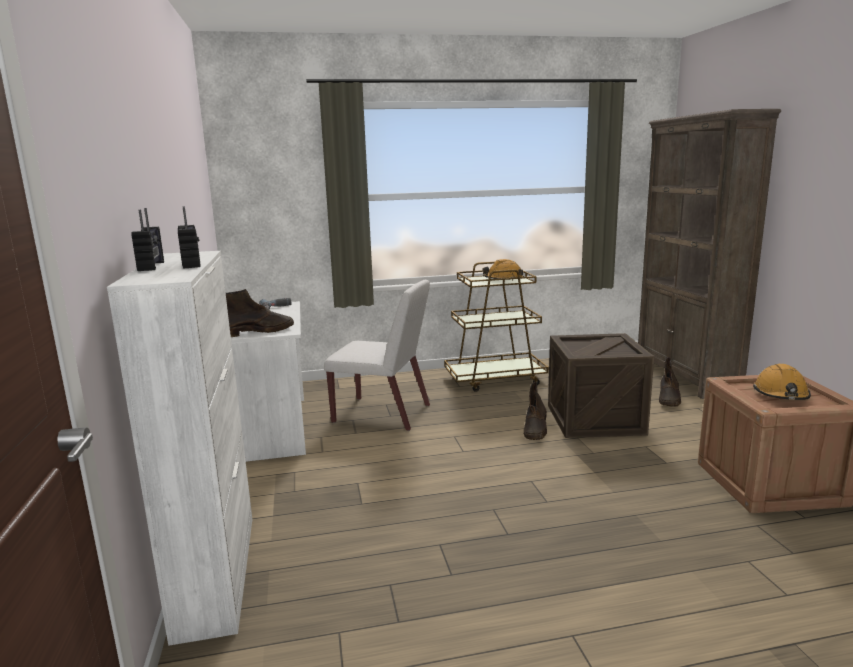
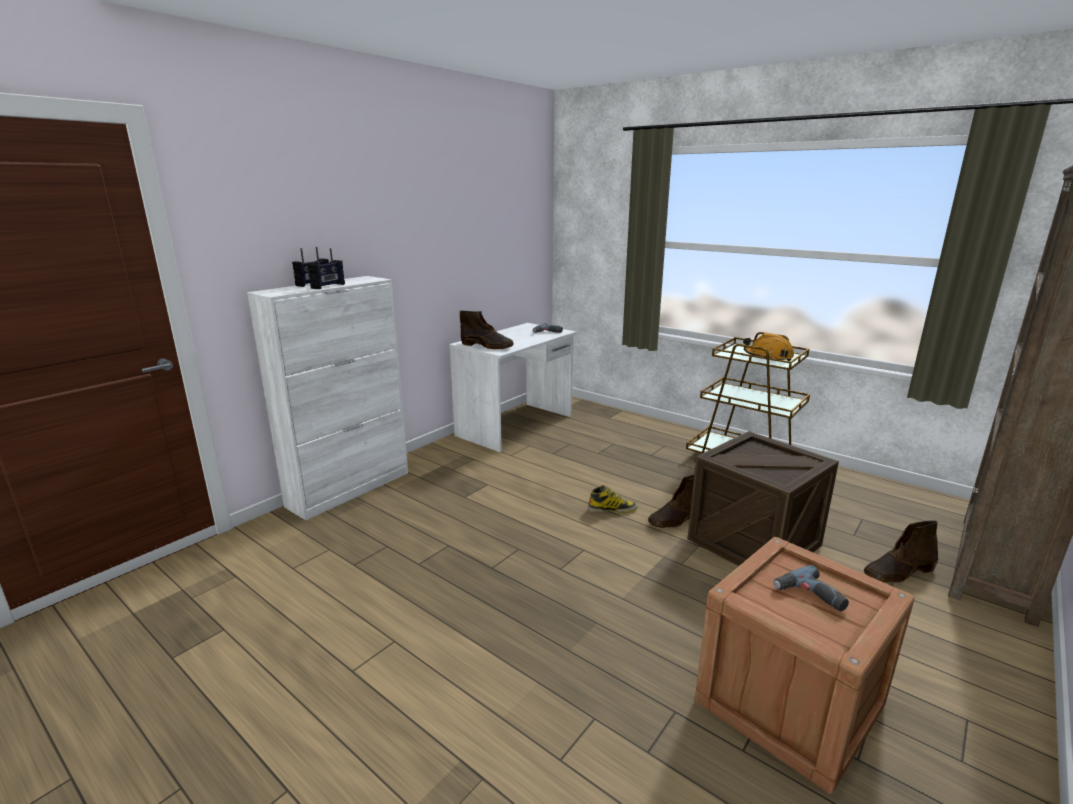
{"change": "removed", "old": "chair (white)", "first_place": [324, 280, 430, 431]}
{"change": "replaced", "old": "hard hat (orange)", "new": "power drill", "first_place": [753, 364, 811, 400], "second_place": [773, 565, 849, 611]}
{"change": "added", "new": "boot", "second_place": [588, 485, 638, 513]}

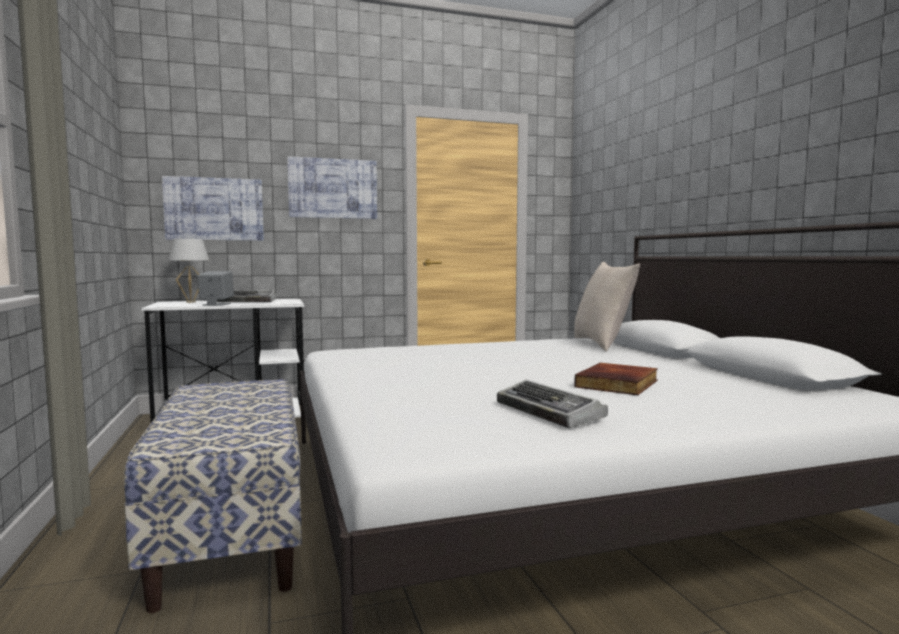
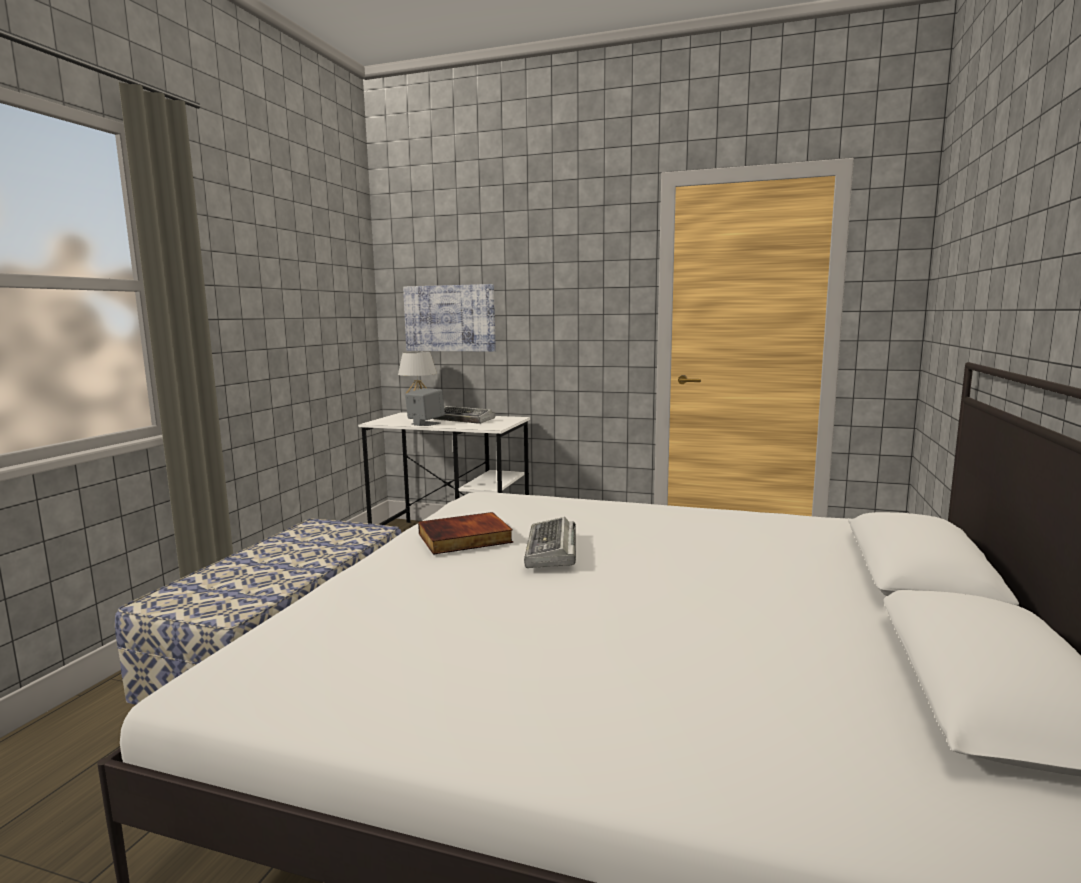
{"change": "removed", "old": "picture", "first_place": [287, 156, 377, 219]}
{"change": "removed", "old": "pillow (beige)", "first_place": [574, 262, 640, 352]}
{"change": "moved", "old": "book", "first_place": [574, 363, 658, 395], "second_place": [418, 512, 513, 555]}
{"change": "moved", "old": "keyboard", "first_place": [497, 379, 608, 428], "second_place": [524, 517, 576, 568]}

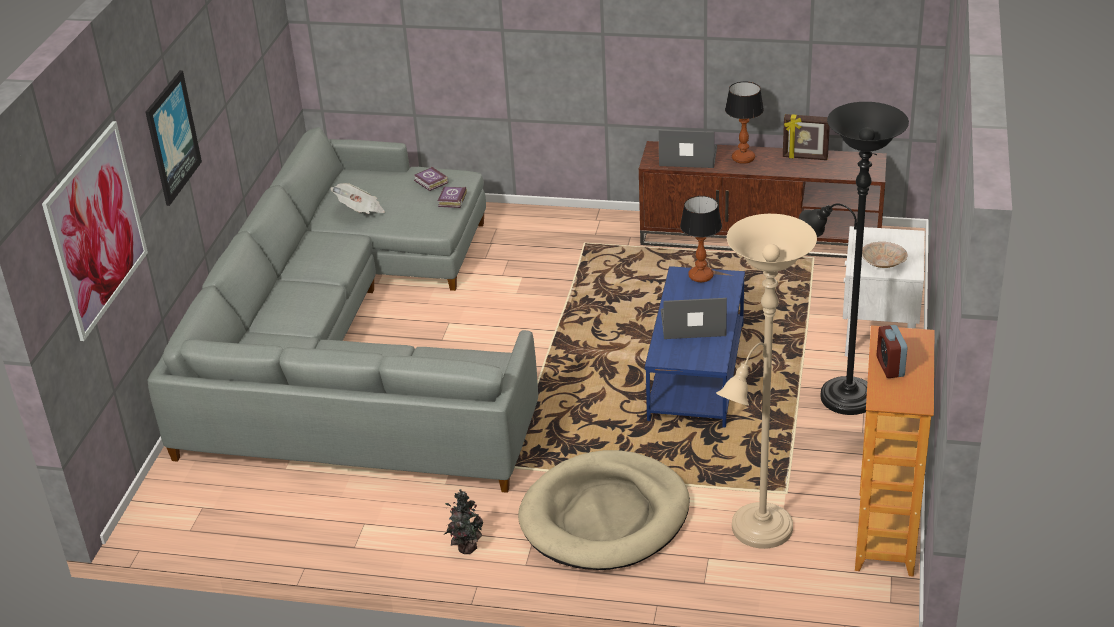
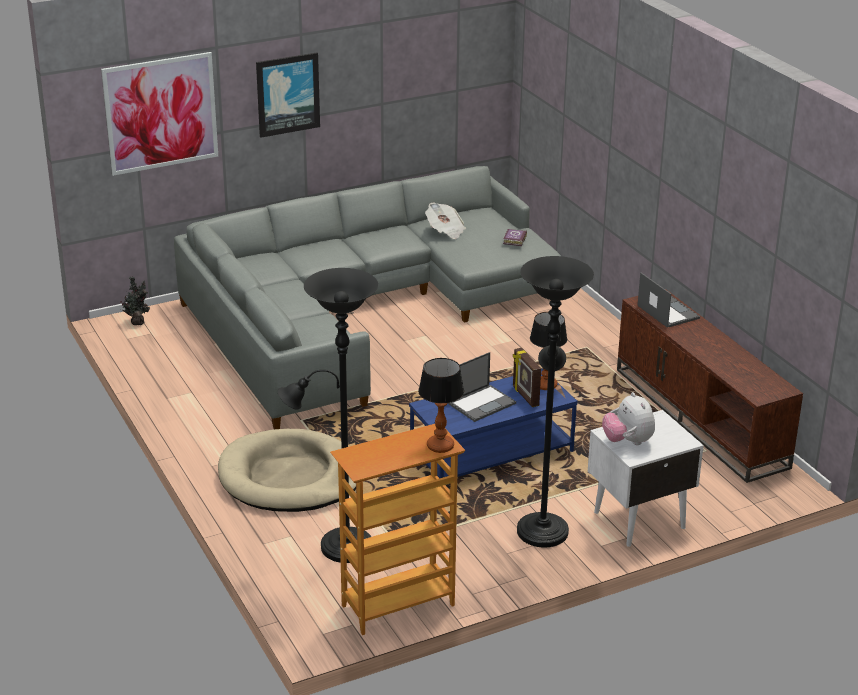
{"change": "moved", "old": "table lamp", "first_place": [725, 81, 764, 164], "second_place": [418, 358, 464, 453]}
{"change": "moved", "old": "picture frame", "first_place": [783, 114, 830, 160], "second_place": [513, 348, 541, 407]}
{"change": "removed", "old": "book", "first_place": [438, 187, 467, 208]}
{"change": "recoloured", "old": "floor lamp (beige)", "new": "floor lamp (black)", "first_place": [716, 214, 817, 549], "second_place": [278, 268, 378, 563]}
{"change": "replaced", "old": "bowl (beige)", "new": "plush toy", "first_place": [862, 242, 908, 268], "second_place": [602, 392, 655, 445]}
{"change": "turned", "old": "laptop", "first_place": [661, 298, 727, 339], "second_place": [447, 352, 516, 422], "degrees": 90}
{"change": "removed", "old": "alarm clock", "first_place": [877, 325, 907, 378]}
{"change": "moved", "old": "potted plant", "first_place": [443, 489, 483, 554], "second_place": [120, 277, 150, 325]}

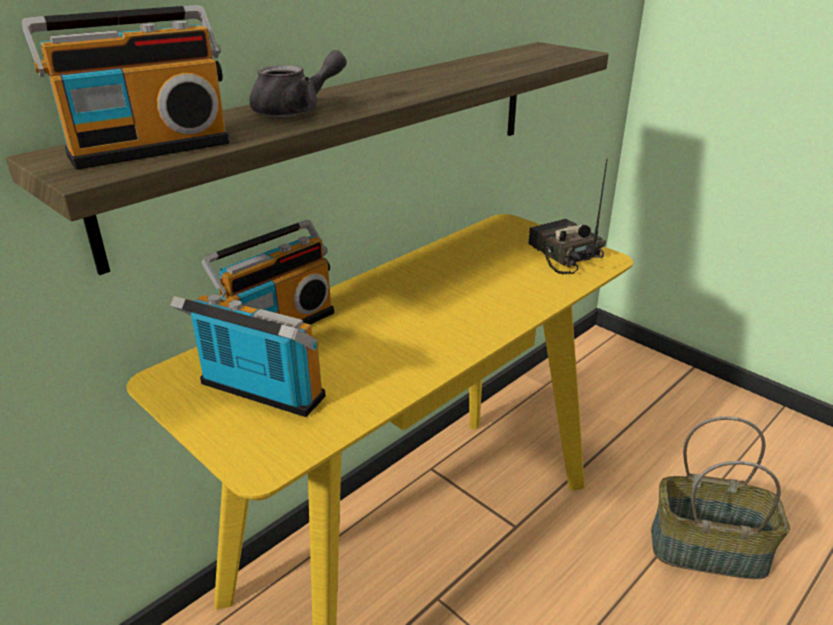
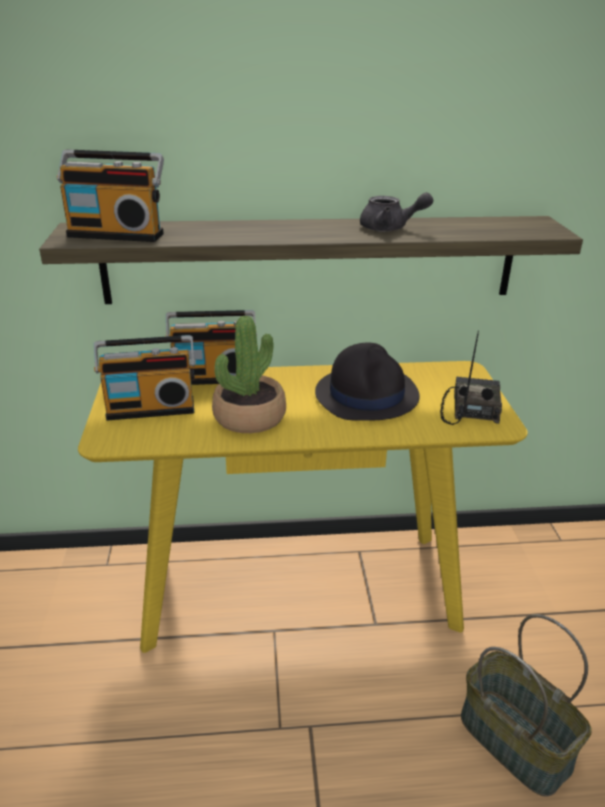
{"change": "moved", "old": "teapot (grey)", "first_place": [250, 50, 347, 117], "second_place": [360, 192, 433, 231]}
{"change": "turned", "old": "radio", "first_place": [170, 295, 326, 417], "second_place": [94, 335, 196, 421], "degrees": 105}
{"change": "added", "new": "potted plant", "second_place": [212, 316, 286, 433]}
{"change": "added", "new": "hat (black)", "second_place": [315, 342, 420, 421]}

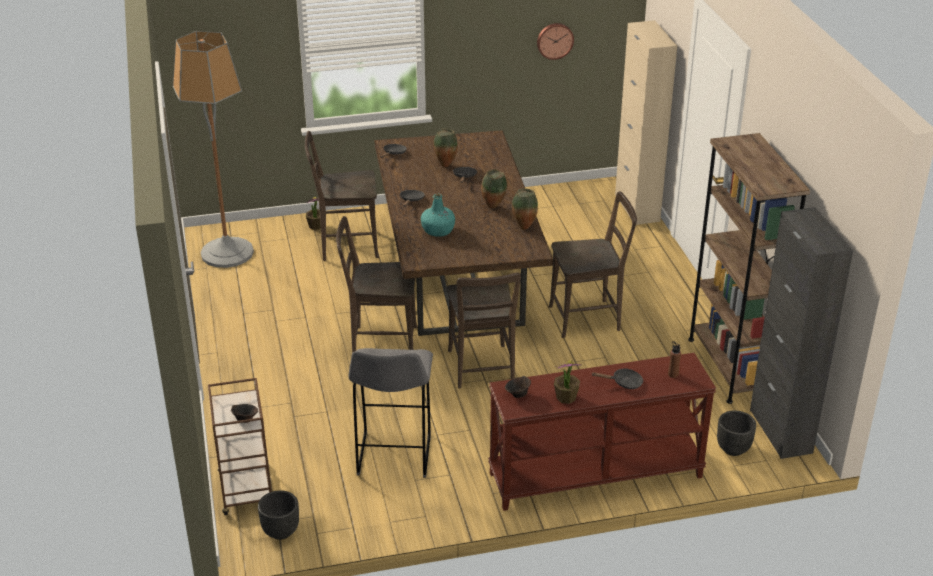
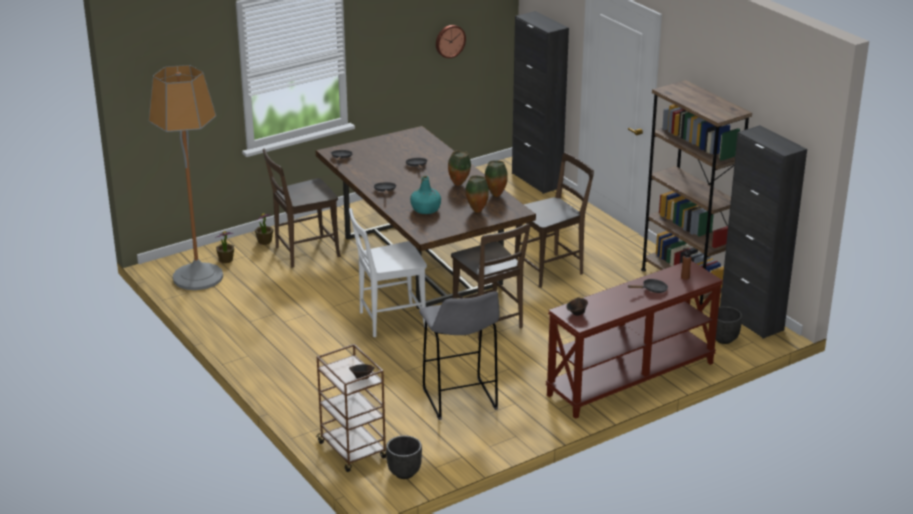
{"change": "recoloured", "old": "cabinet (beige)", "new": "cabinet (black)", "first_place": [615, 20, 677, 225], "second_place": [512, 11, 569, 194]}
{"change": "moved", "old": "vase", "first_place": [433, 128, 458, 167], "second_place": [465, 175, 489, 213]}
{"change": "recoloured", "old": "chair (brown)", "new": "chair (white)", "first_place": [336, 216, 417, 353], "second_place": [349, 208, 428, 337]}
{"change": "moved", "old": "potted plant", "first_place": [554, 360, 581, 404], "second_place": [215, 231, 234, 263]}

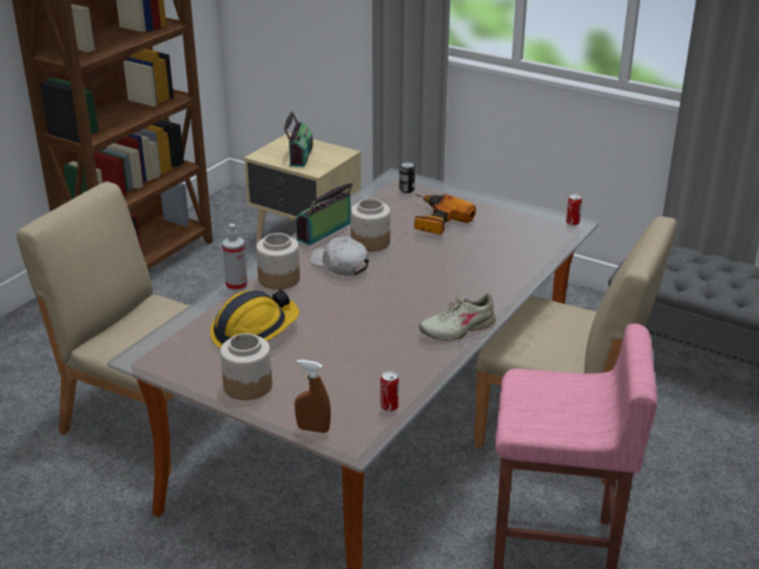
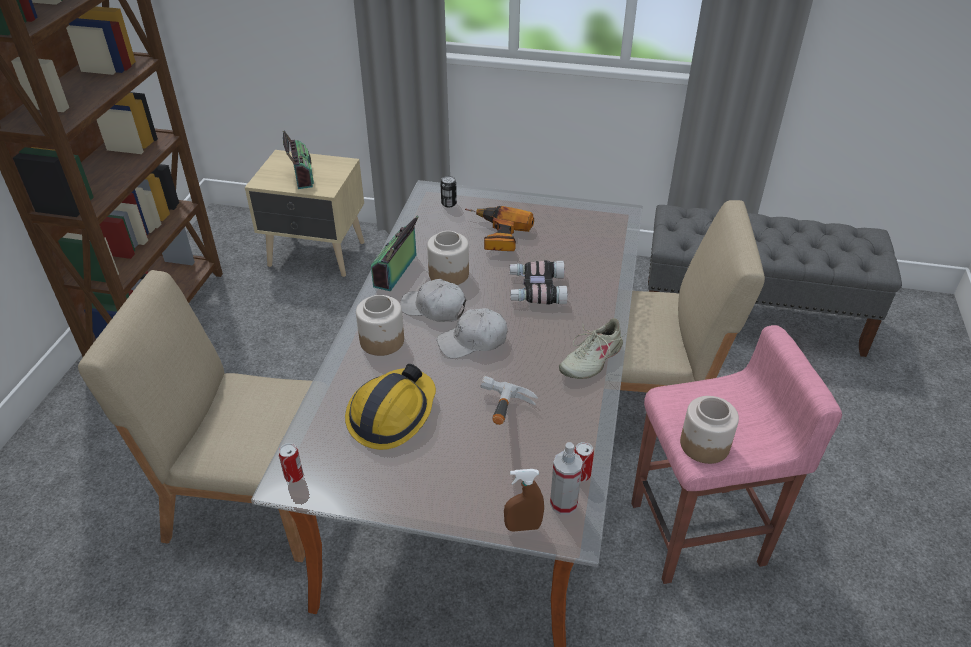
{"change": "moved", "old": "can", "first_place": [566, 194, 582, 226], "second_place": [279, 443, 303, 483]}
{"change": "moved", "old": "spray bottle", "first_place": [222, 224, 248, 292], "second_place": [550, 442, 583, 515]}
{"change": "moved", "old": "jar", "first_place": [220, 333, 272, 400], "second_place": [680, 396, 739, 464]}
{"change": "added", "new": "binoculars", "second_place": [510, 260, 568, 305]}
{"change": "added", "new": "cap (white)", "second_place": [437, 308, 507, 358]}
{"change": "added", "new": "hammer", "second_place": [480, 376, 538, 425]}

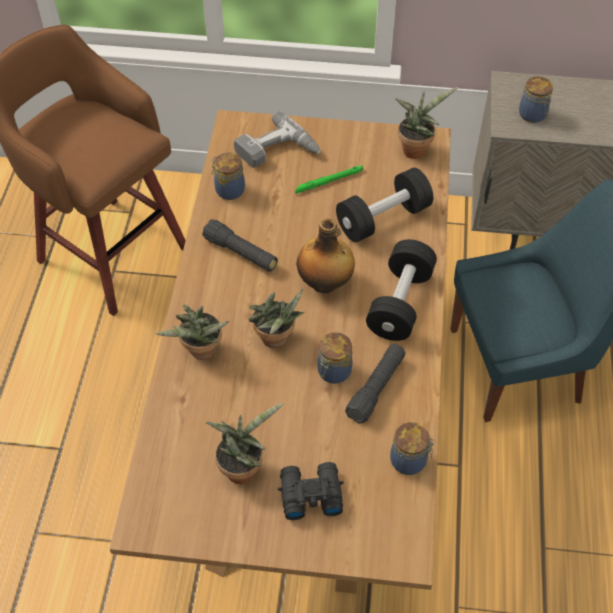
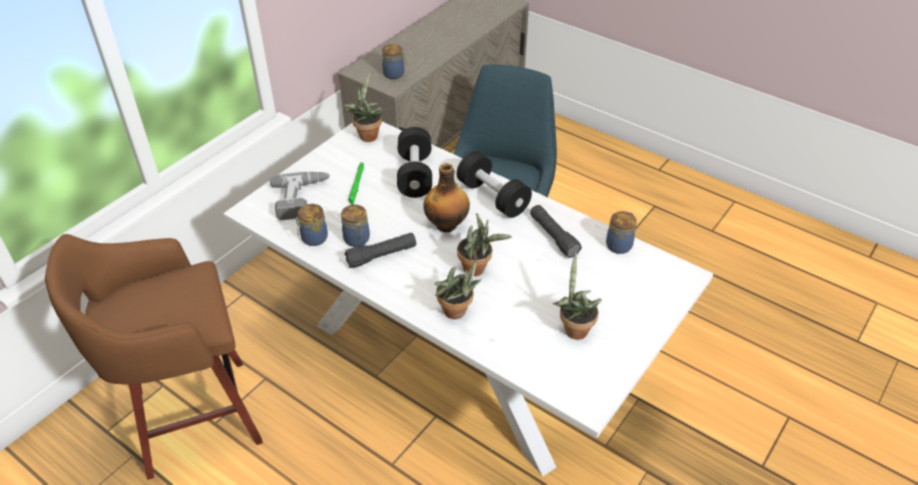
{"change": "recoloured", "old": "dining table (brown)", "new": "dining table (white)", "first_place": [109, 110, 451, 594], "second_place": [223, 122, 713, 476]}
{"change": "moved", "old": "jar", "first_place": [317, 332, 352, 384], "second_place": [341, 205, 370, 247]}
{"change": "removed", "old": "binoculars (black)", "first_place": [278, 462, 344, 520]}

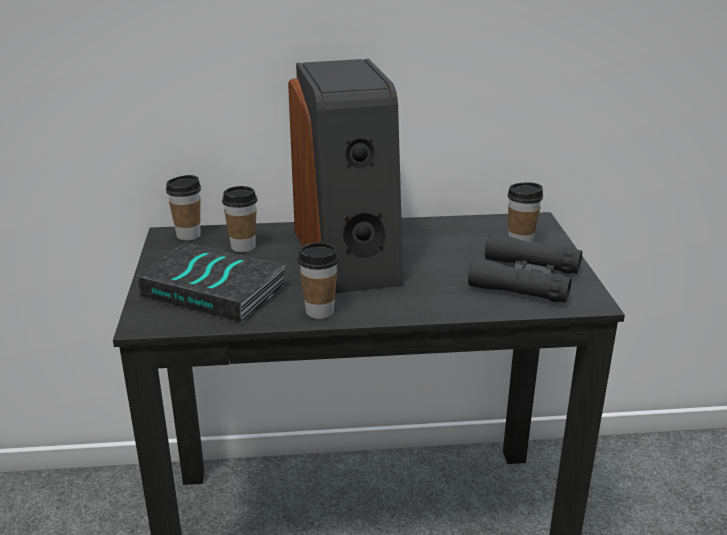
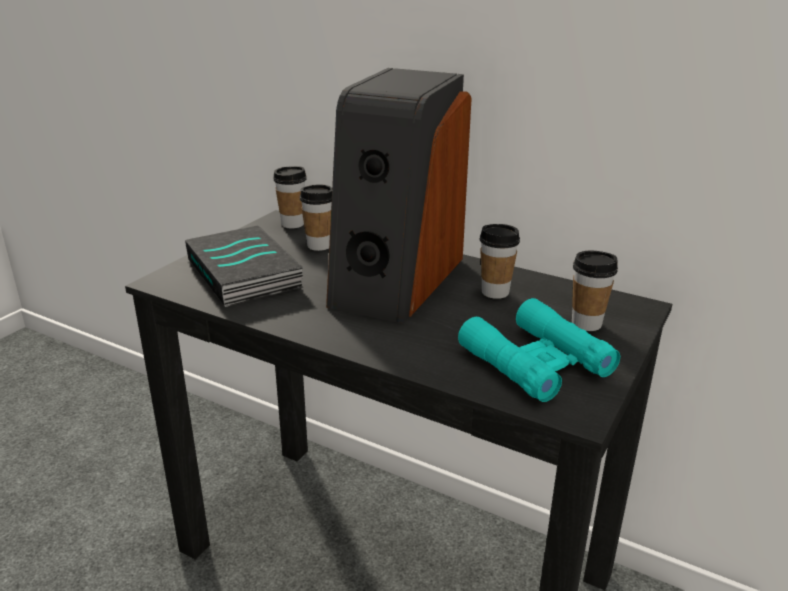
{"change": "recoloured", "old": "binoculars (black)", "new": "binoculars (turquoise)", "first_place": [468, 233, 582, 303], "second_place": [458, 298, 620, 402]}
{"change": "moved", "old": "cup", "first_place": [298, 242, 339, 319], "second_place": [480, 224, 520, 299]}

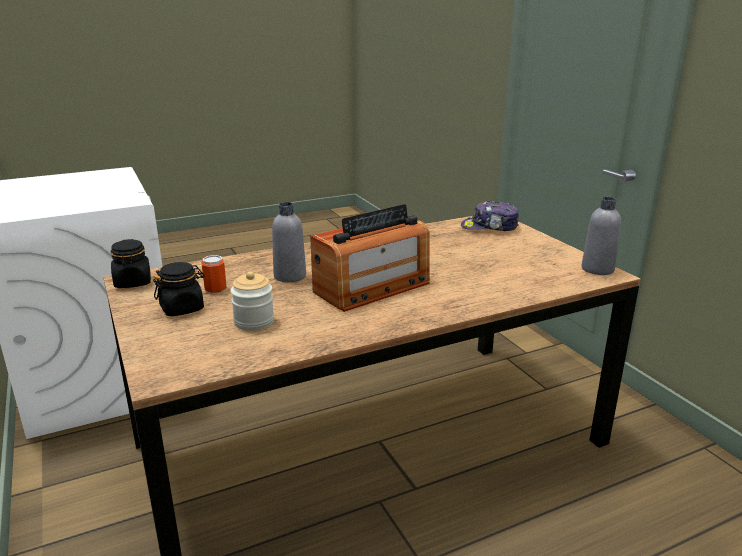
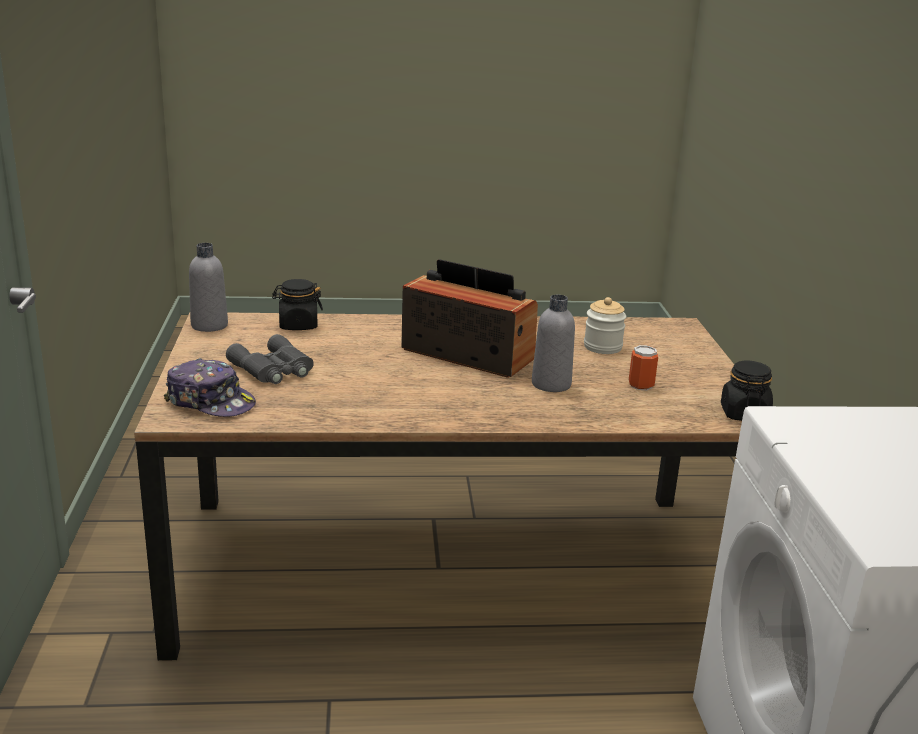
{"change": "turned", "old": "radio", "first_place": [310, 204, 430, 312], "second_place": [401, 259, 538, 378], "degrees": 45}
{"change": "moved", "old": "jar (black)", "first_place": [153, 262, 205, 316], "second_place": [272, 279, 323, 330]}
{"change": "added", "new": "binoculars (grey)", "second_place": [226, 334, 314, 384]}

